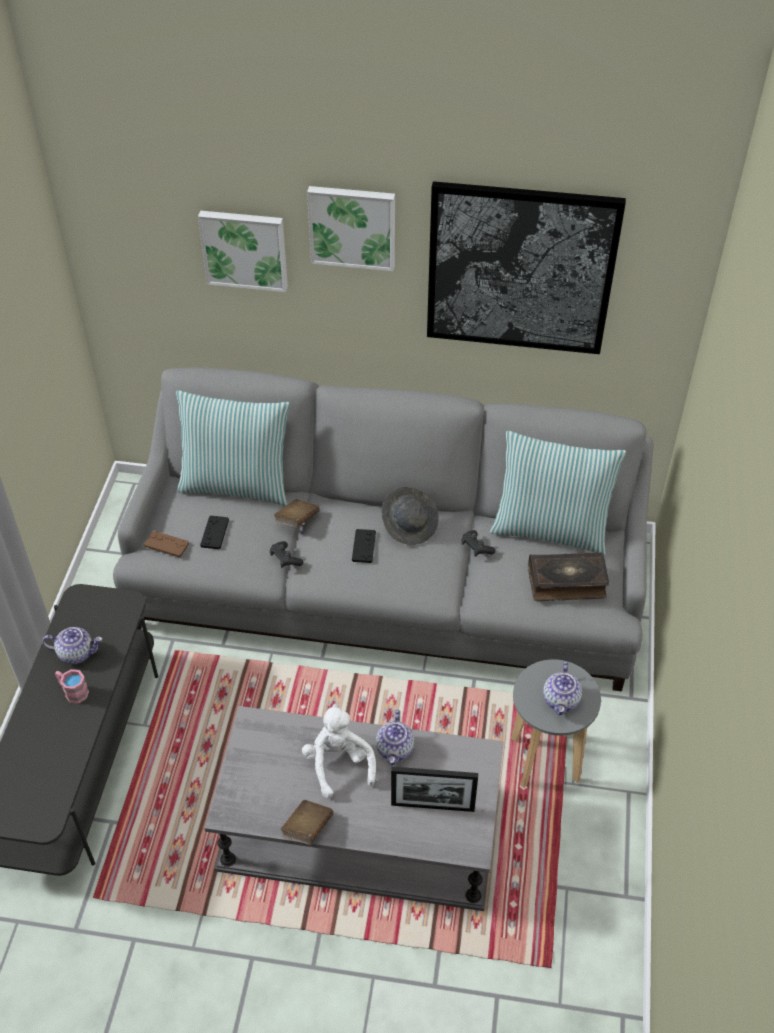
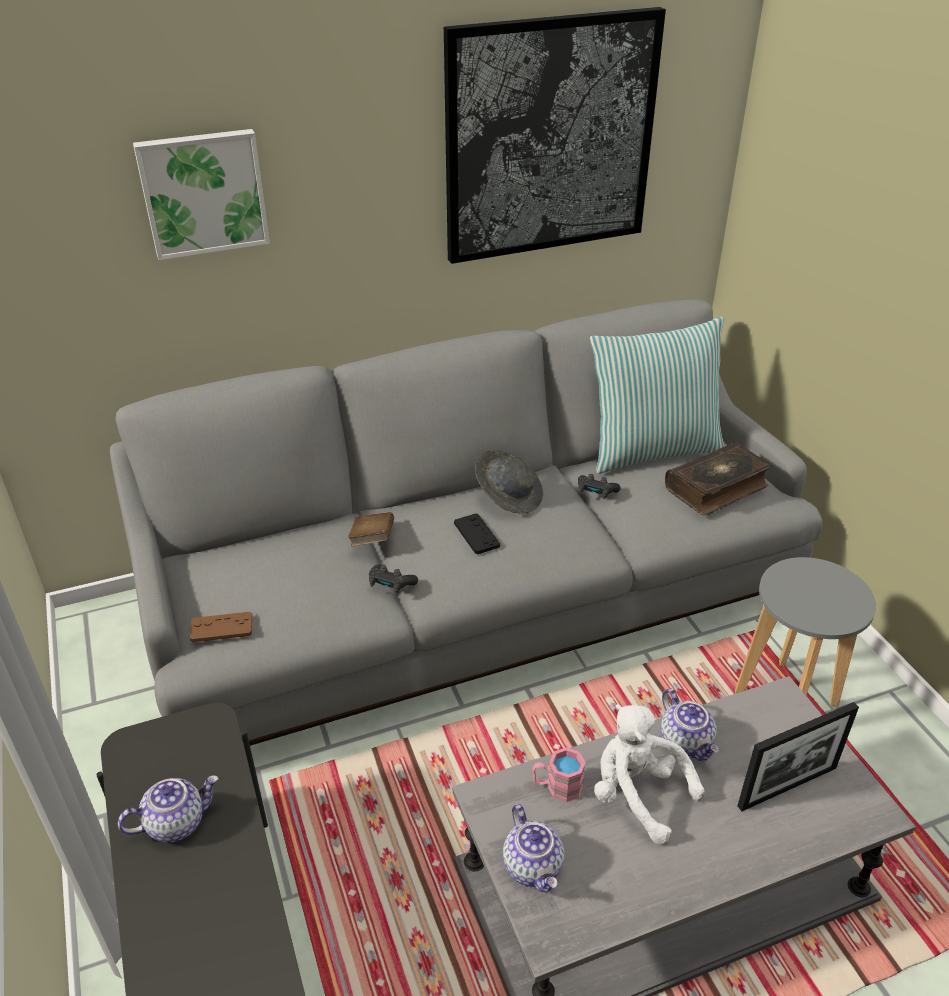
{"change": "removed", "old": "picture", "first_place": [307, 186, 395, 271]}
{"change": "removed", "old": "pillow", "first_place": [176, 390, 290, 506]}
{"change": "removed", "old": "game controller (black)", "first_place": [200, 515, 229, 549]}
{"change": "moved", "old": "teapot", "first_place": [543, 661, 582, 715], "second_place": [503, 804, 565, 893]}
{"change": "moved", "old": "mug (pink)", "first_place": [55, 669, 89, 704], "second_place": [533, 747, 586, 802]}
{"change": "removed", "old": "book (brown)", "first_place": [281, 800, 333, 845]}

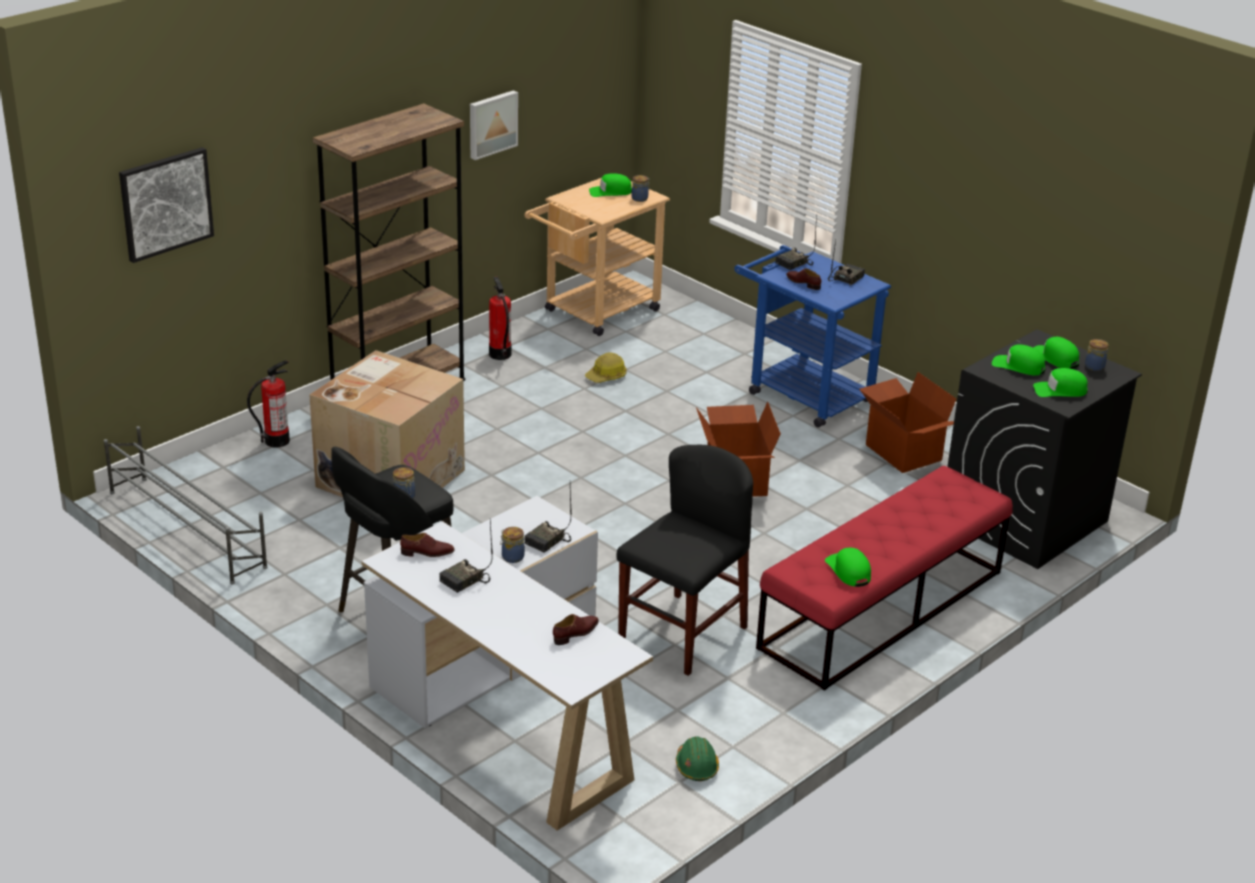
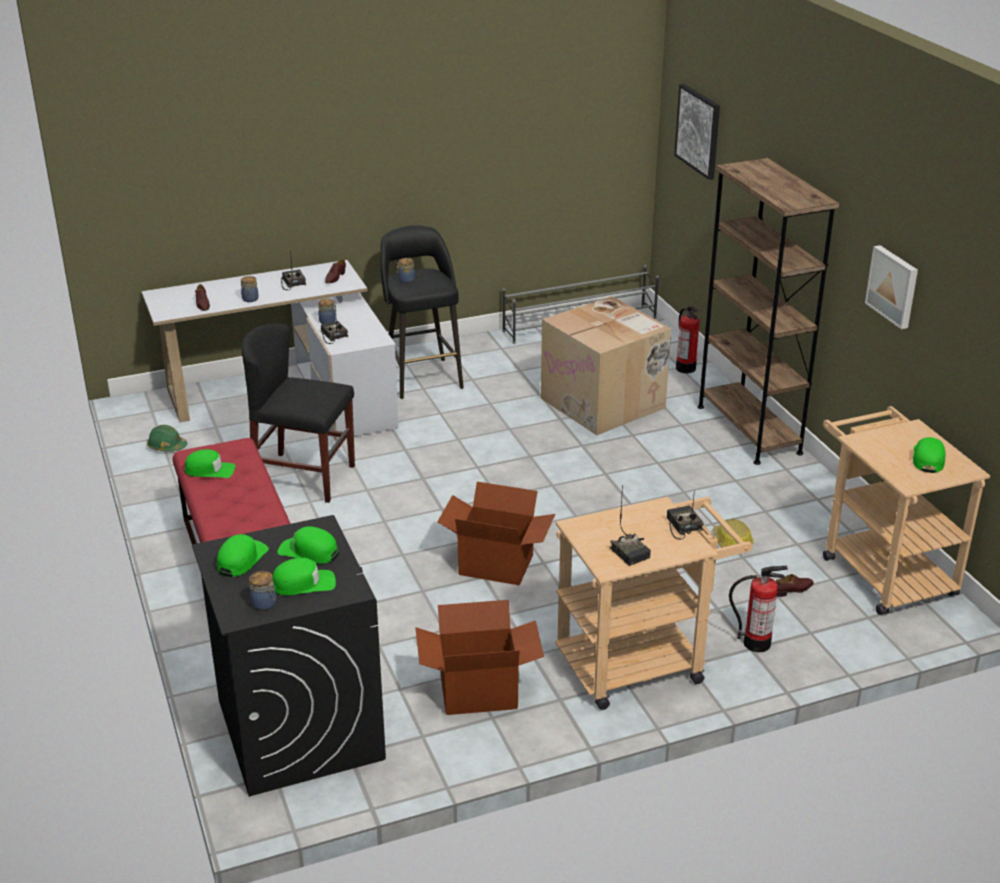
{"change": "moved", "old": "jar", "first_place": [632, 175, 650, 202], "second_place": [241, 276, 259, 302]}
{"change": "recoloured", "old": "cart (blue)", "new": "cart (beige)", "first_place": [734, 245, 891, 428], "second_place": [555, 497, 753, 710]}
{"change": "moved", "old": "shoe (brown)", "first_place": [786, 268, 821, 290], "second_place": [776, 574, 814, 597]}
{"change": "moved", "old": "fire extinguisher", "first_place": [489, 277, 511, 360], "second_place": [729, 566, 788, 652]}
{"change": "turned", "old": "cap (green)", "first_place": [992, 344, 1046, 375], "second_place": [277, 526, 339, 564], "degrees": -120}
{"change": "turned", "old": "chair (black)", "first_place": [616, 445, 753, 676], "second_place": [242, 324, 355, 503], "degrees": 135}

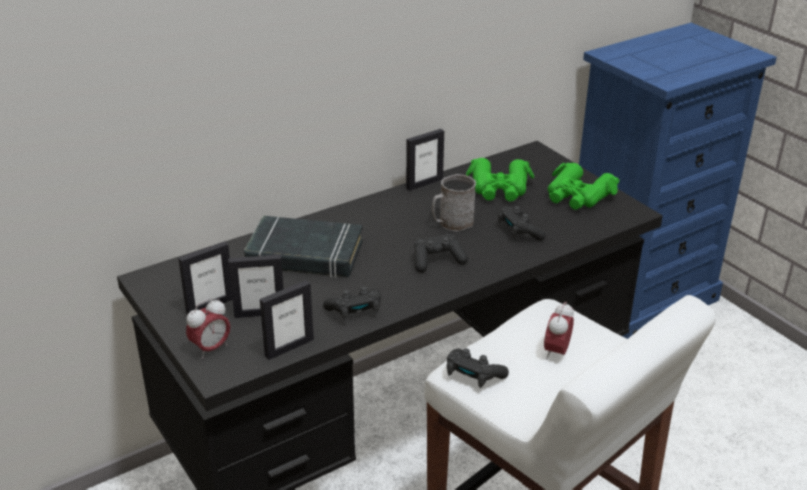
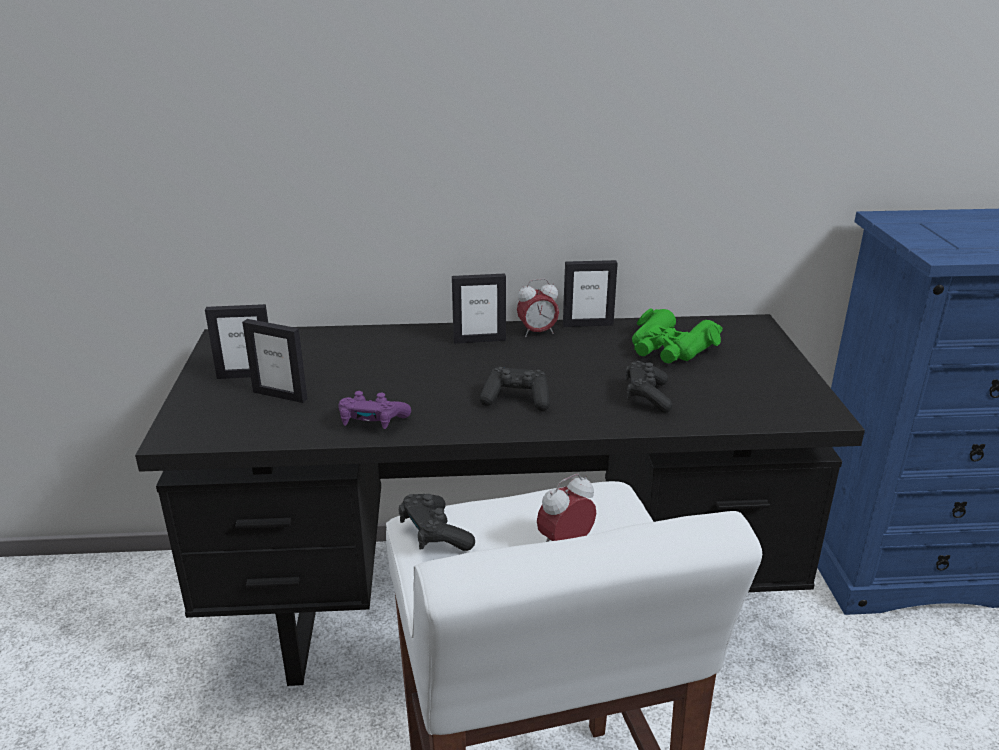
{"change": "removed", "old": "binoculars (green)", "first_place": [548, 163, 620, 210]}
{"change": "removed", "old": "mug (grey)", "first_place": [432, 174, 476, 232]}
{"change": "removed", "old": "book (black)", "first_place": [244, 216, 363, 278]}
{"change": "moved", "old": "picture frame", "first_place": [260, 280, 314, 360], "second_place": [452, 273, 506, 344]}
{"change": "recoloured", "old": "game controller (black)", "new": "game controller (purple)", "first_place": [323, 286, 381, 321], "second_place": [338, 391, 411, 429]}
{"change": "moved", "old": "alarm clock", "first_place": [186, 298, 230, 359], "second_place": [517, 279, 559, 337]}

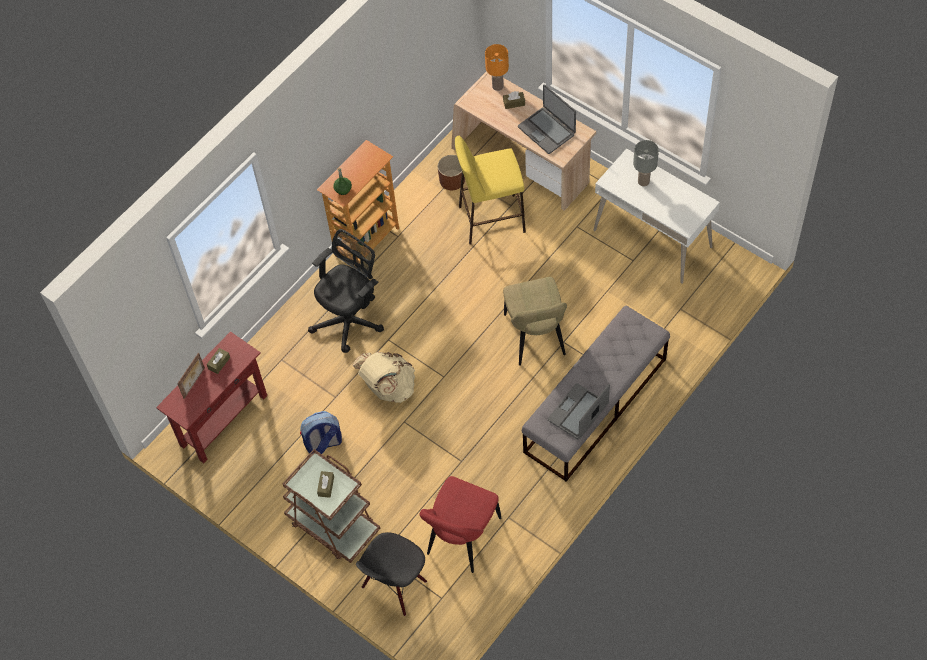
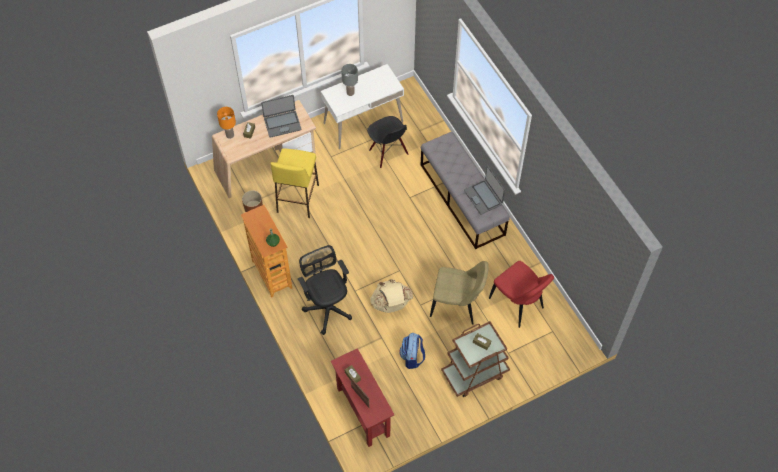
{"change": "moved", "old": "chair (beige)", "first_place": [503, 277, 567, 366], "second_place": [430, 261, 489, 325]}
{"change": "moved", "old": "chair (black)", "first_place": [356, 532, 427, 616], "second_place": [367, 116, 409, 168]}

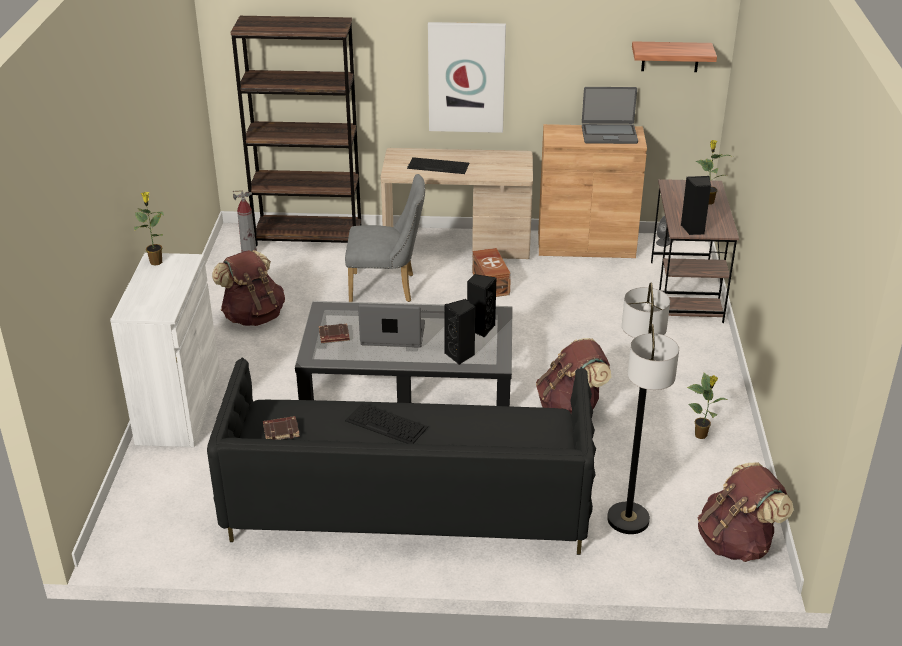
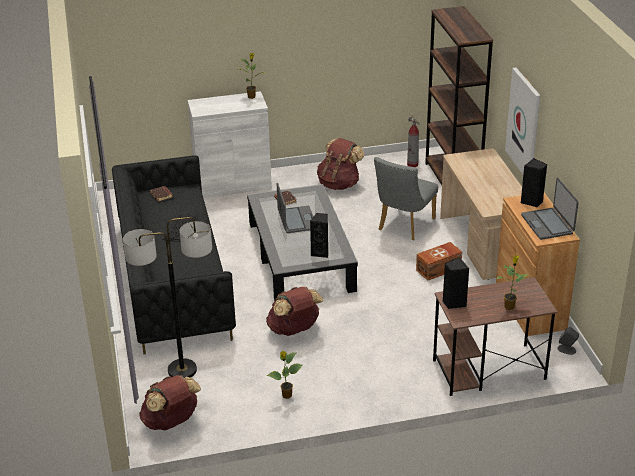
{"change": "removed", "old": "shelf", "first_place": [632, 41, 717, 72]}
{"change": "removed", "old": "keyboard", "first_place": [407, 157, 469, 174]}
{"change": "turned", "old": "chair (grey)", "first_place": [345, 174, 425, 302], "second_place": [374, 157, 438, 240], "degrees": 45}
{"change": "moved", "old": "speaker (black)", "first_place": [445, 299, 475, 365], "second_place": [521, 158, 547, 207]}

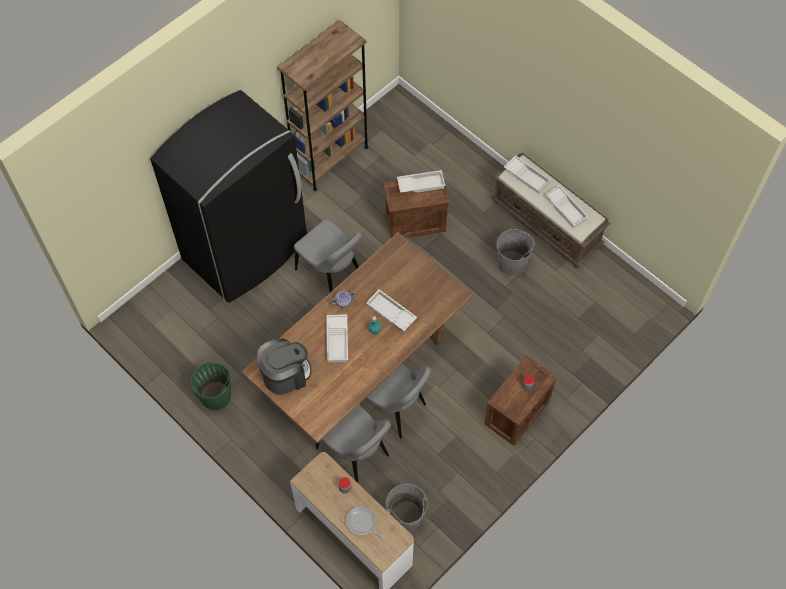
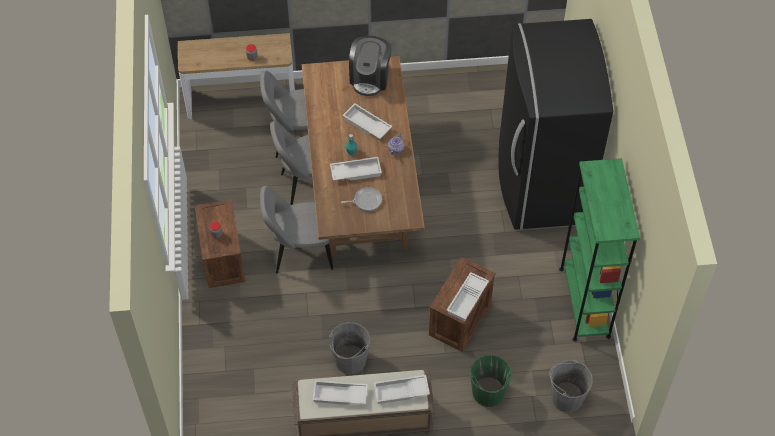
{"change": "recoloured", "old": "bookcase (brown)", "new": "bookcase (green)", "first_place": [277, 20, 368, 191], "second_place": [559, 158, 640, 342]}
{"change": "moved", "old": "chair (grey)", "first_place": [294, 219, 362, 292], "second_place": [260, 186, 333, 273]}
{"change": "moved", "old": "bucket (green)", "first_place": [191, 362, 231, 410], "second_place": [470, 355, 512, 407]}
{"change": "moved", "old": "bucket (grey)", "first_place": [386, 484, 428, 532], "second_place": [549, 360, 593, 412]}
{"change": "moved", "old": "frying pan", "first_place": [346, 506, 385, 539], "second_place": [341, 187, 382, 211]}

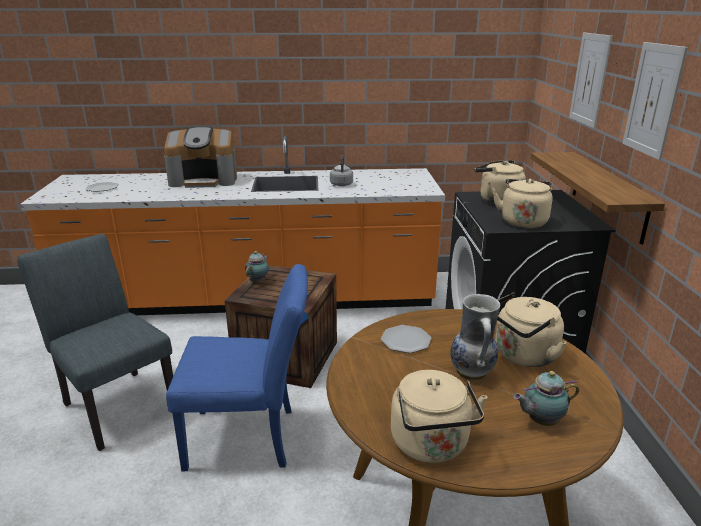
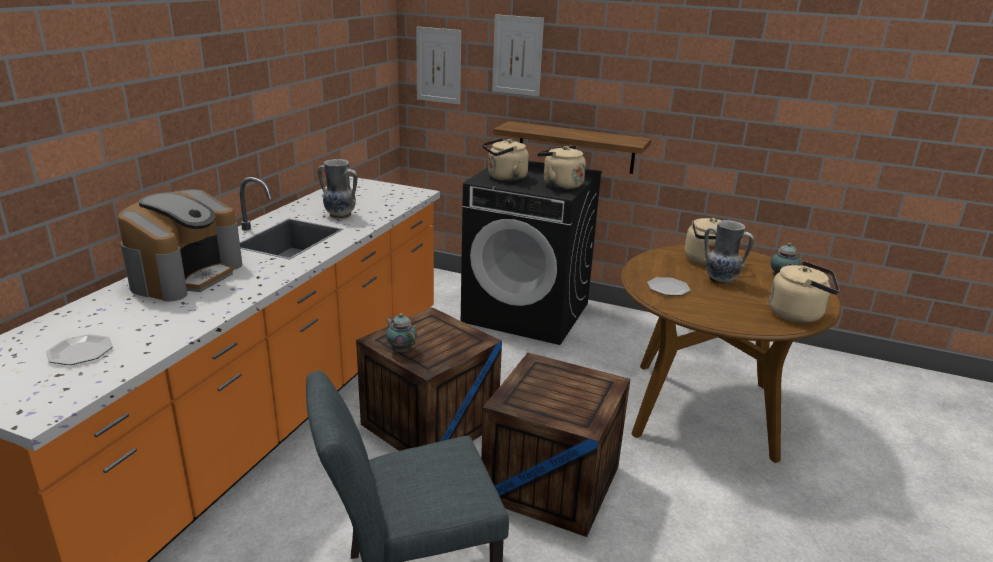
{"change": "moved", "old": "picture", "first_place": [622, 42, 688, 160], "second_place": [416, 27, 461, 105]}
{"change": "replaced", "old": "kettle (grey)", "new": "vase", "first_place": [330, 155, 353, 186], "second_place": [318, 159, 357, 219]}
{"change": "replaced", "old": "chair (blue)", "new": "crate", "first_place": [166, 264, 308, 472], "second_place": [481, 353, 630, 537]}

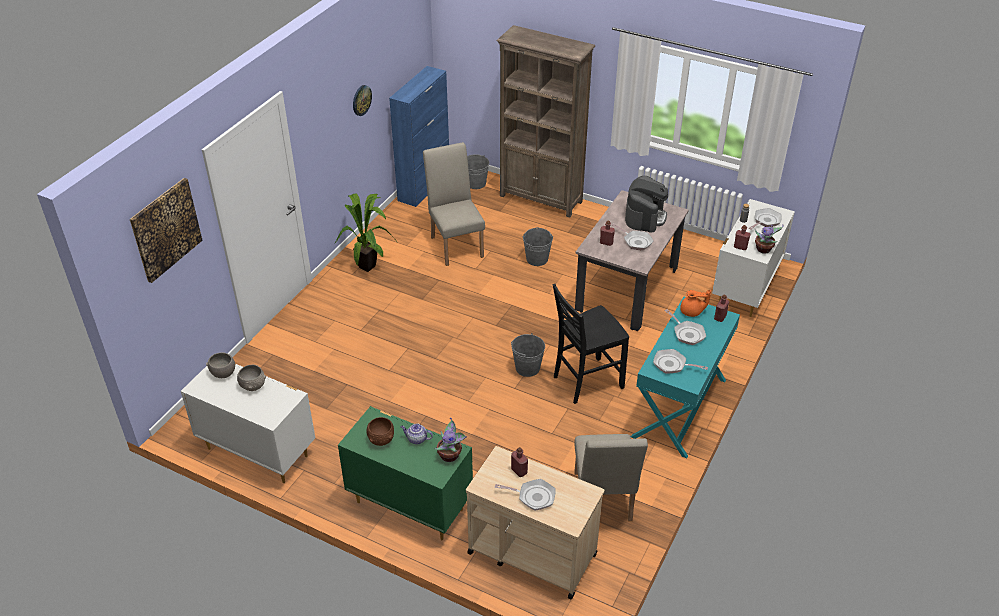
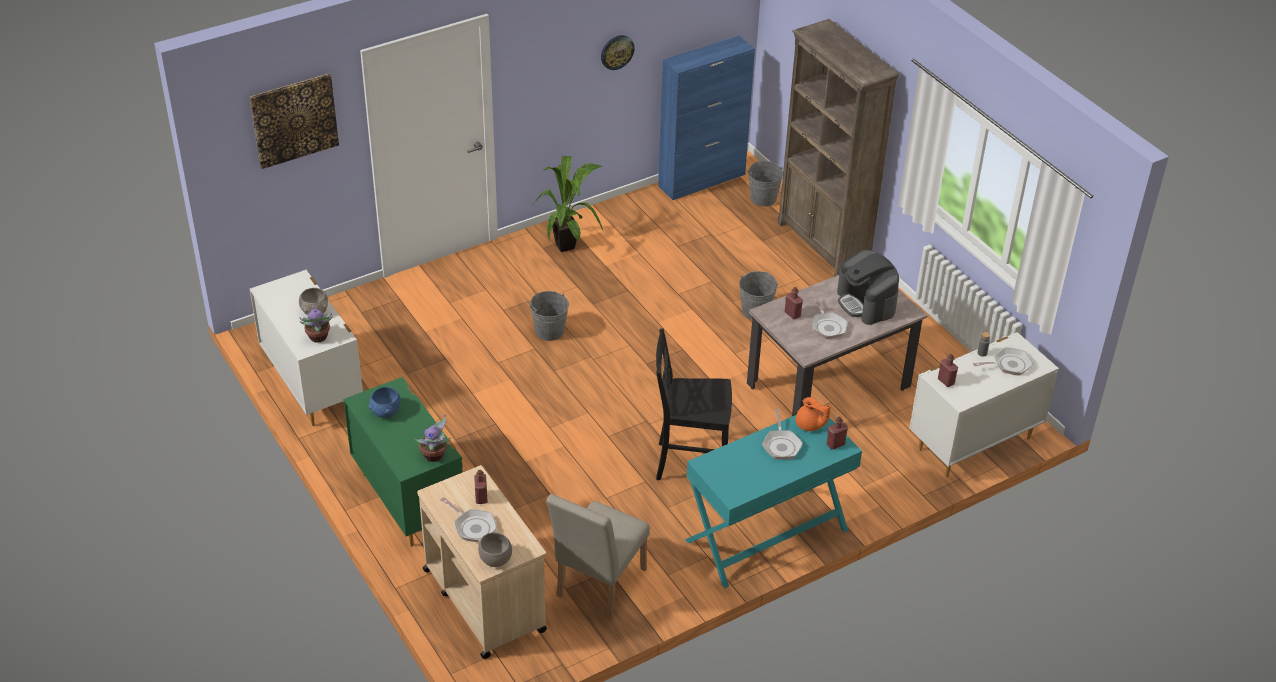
{"change": "removed", "old": "chair (beige)", "first_place": [423, 142, 485, 266]}
{"change": "turned", "old": "coffee machine", "first_place": [625, 176, 668, 233], "second_place": [837, 250, 899, 325], "degrees": 105}
{"change": "moved", "old": "potted plant", "first_place": [755, 224, 784, 254], "second_place": [300, 308, 333, 343]}
{"change": "moved", "old": "bucket (grey)", "first_place": [511, 333, 545, 377], "second_place": [530, 291, 569, 341]}
{"change": "removed", "old": "frying pan", "first_place": [653, 349, 708, 374]}
{"change": "moved", "old": "bowl (grey)", "first_place": [206, 352, 235, 378], "second_place": [478, 532, 512, 567]}
{"change": "recoloured", "old": "bowl (brown)", "new": "bowl (blue)", "first_place": [366, 417, 394, 446], "second_place": [368, 387, 401, 418]}
{"change": "removed", "old": "teapot", "first_place": [401, 424, 433, 444]}

